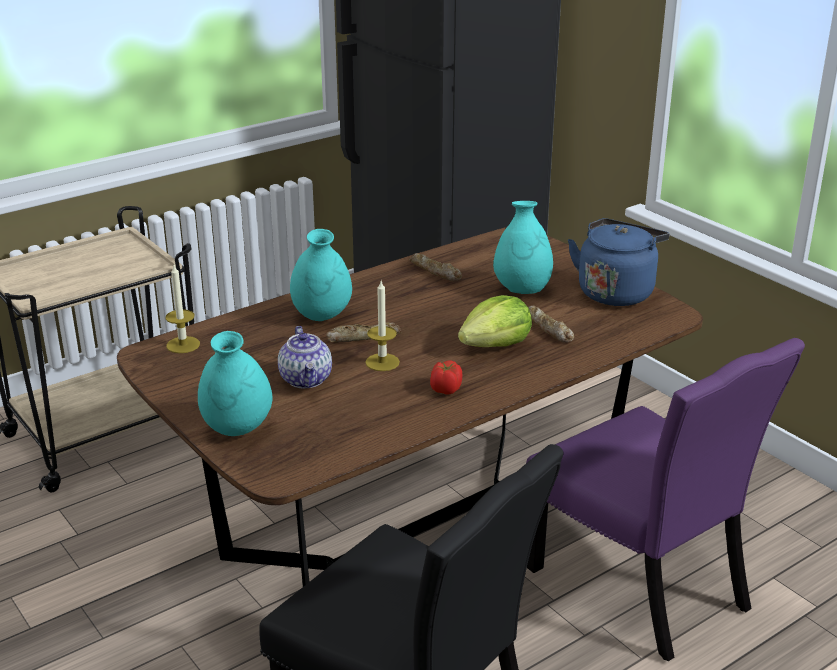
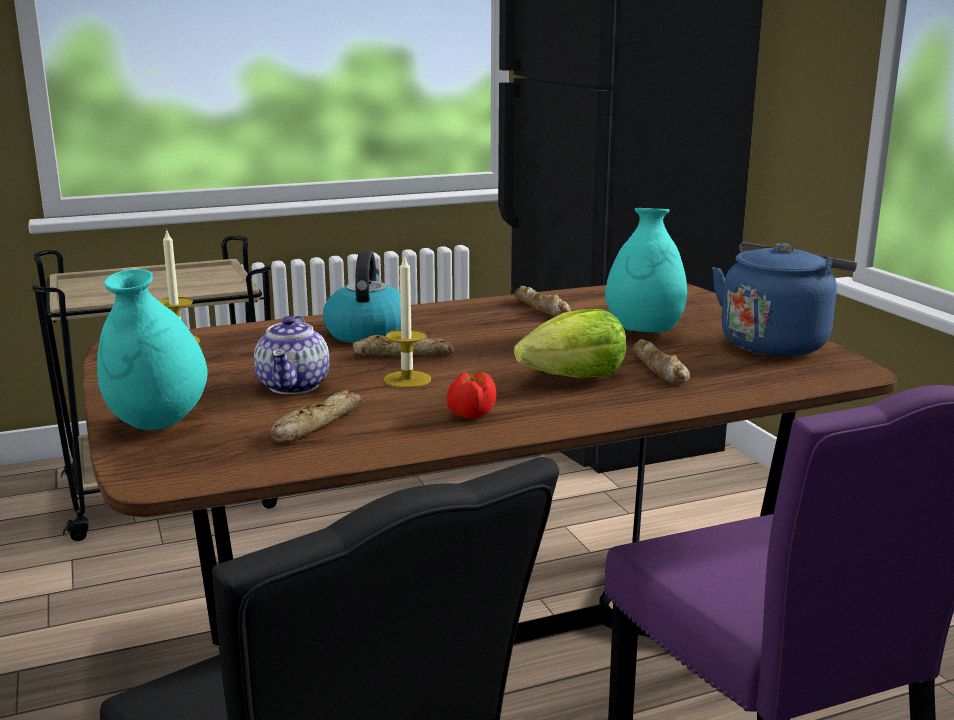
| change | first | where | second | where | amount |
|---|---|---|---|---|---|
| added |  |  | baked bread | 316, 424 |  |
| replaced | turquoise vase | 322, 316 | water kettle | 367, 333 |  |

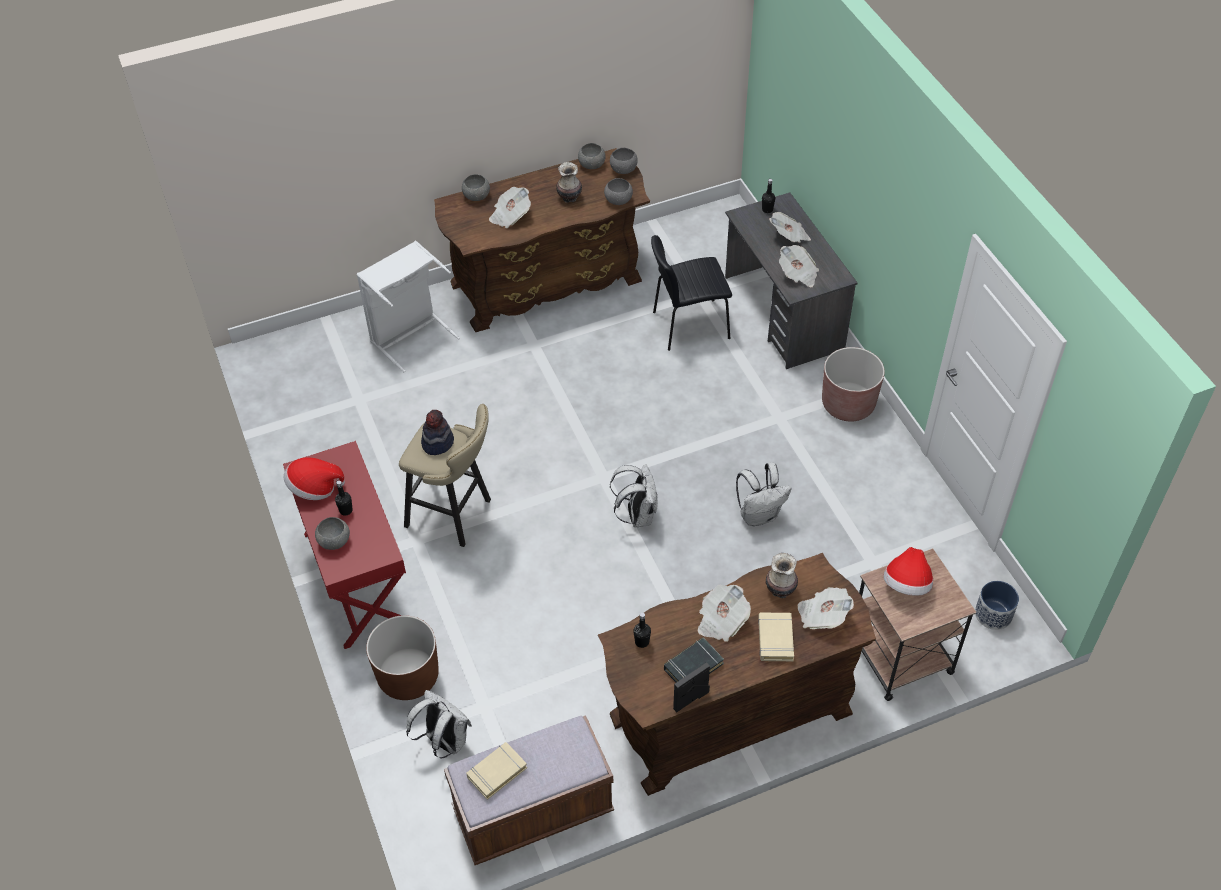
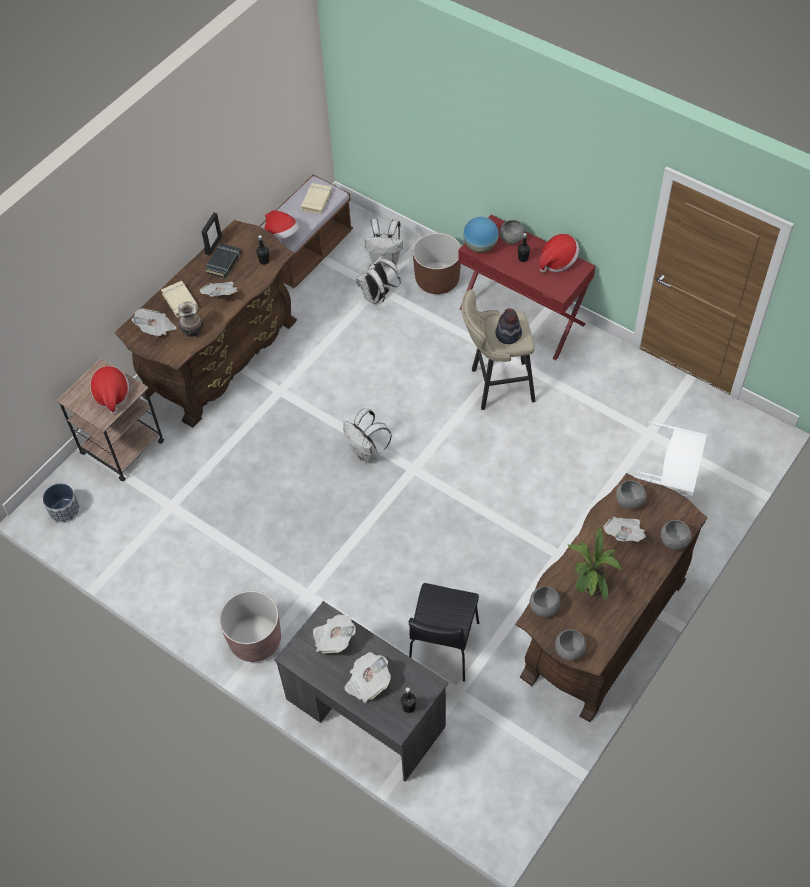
| change | first | where | second | where | amount |
|---|---|---|---|---|---|
| added |  |  | hat | 282, 235 |  |
| moved | white backpack | 759, 515 |  | 378, 297 |  |
| turned | black-coloured upright chair | 688, 326 |  | 443, 648 | 150 degrees clockwise |
| added |  |  | desk globe | 480, 246 |  |
| replaced | vase | 570, 197 | houseplant | 590, 585 |  |
| moved | grey serving bowl | 592, 164 |  | 629, 501 |  |

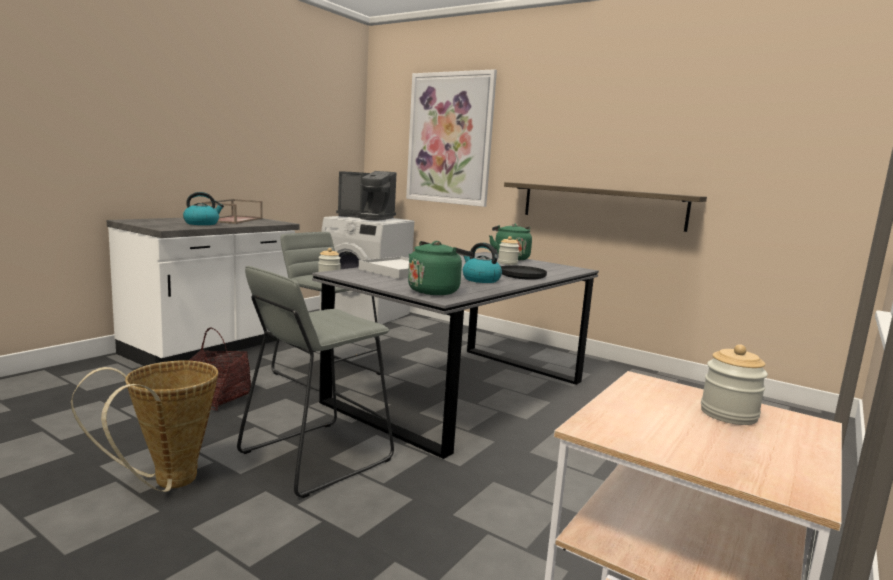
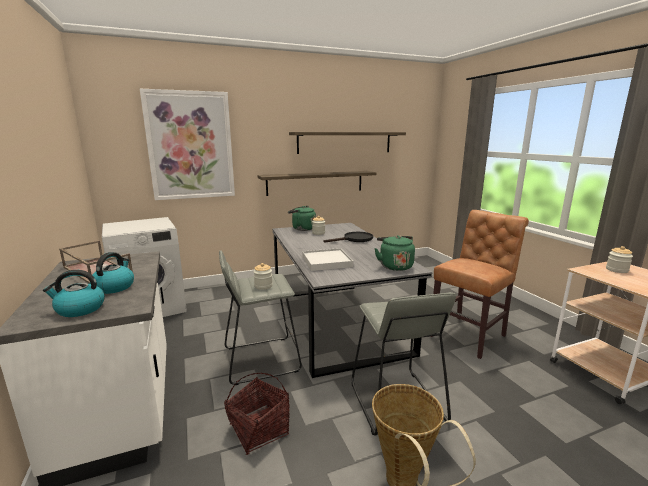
| change | first | where | second | where | amount |
|---|---|---|---|---|---|
| moved | water kettle | 480, 279 |  | 79, 309 |  |
| added |  |  | shelf | 345, 142 |  |
| added |  |  | brown-coloured upright chair | 470, 335 |  |
| removed | coffee machine | 367, 218 |  |  |  |

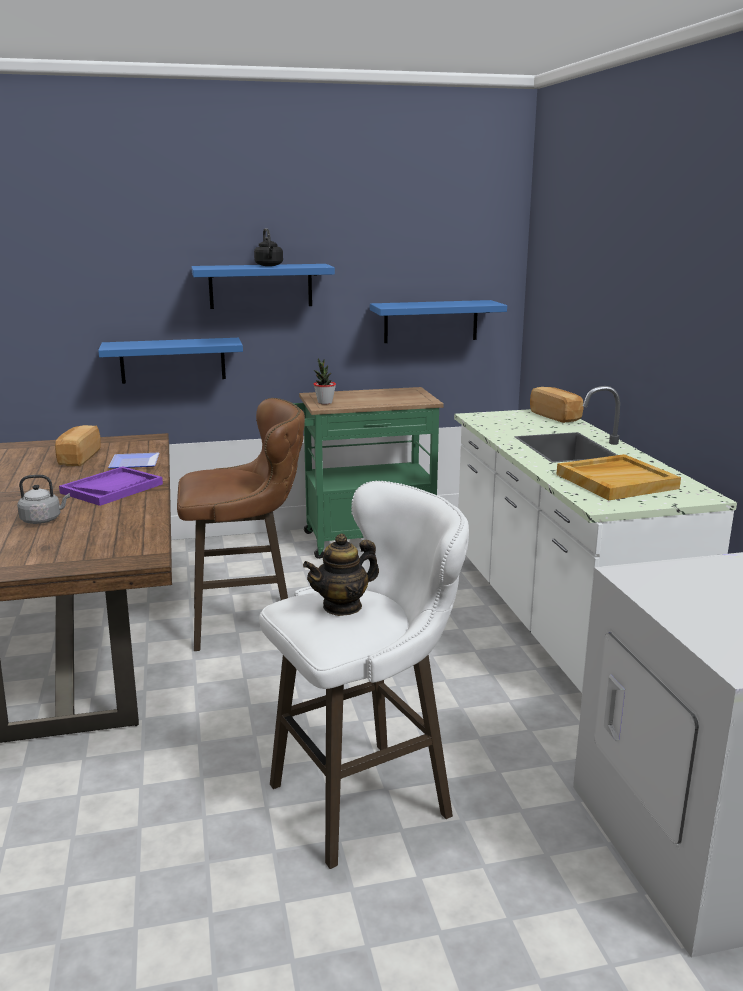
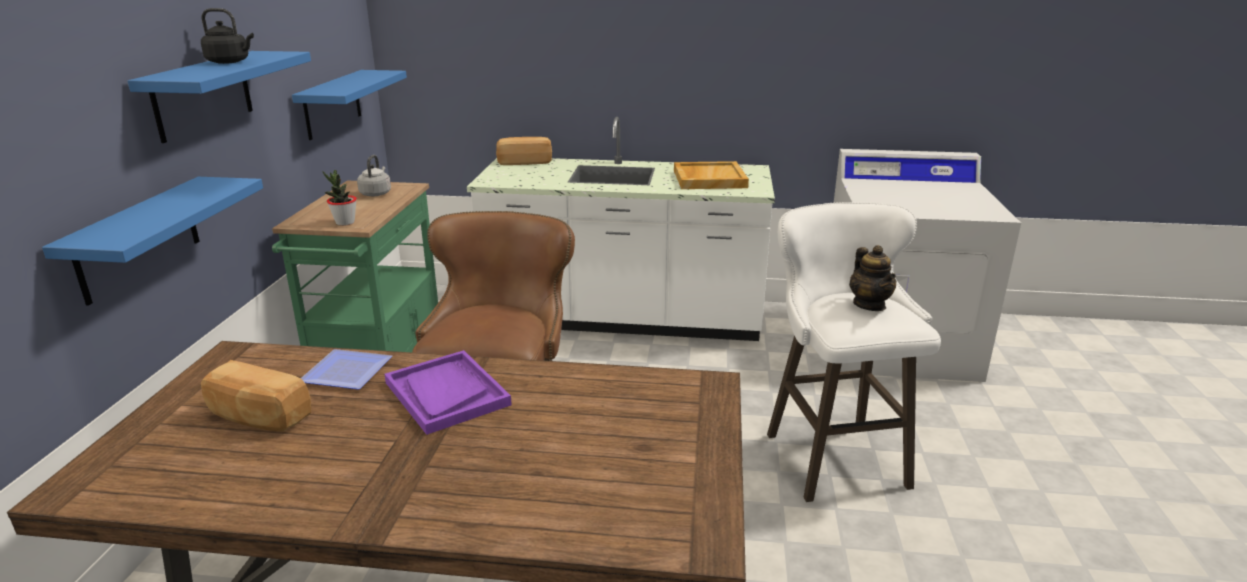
| change | first | where | second | where | amount |
|---|---|---|---|---|---|
| moved | grey water kettle | 43, 520 |  | 376, 193 |  |

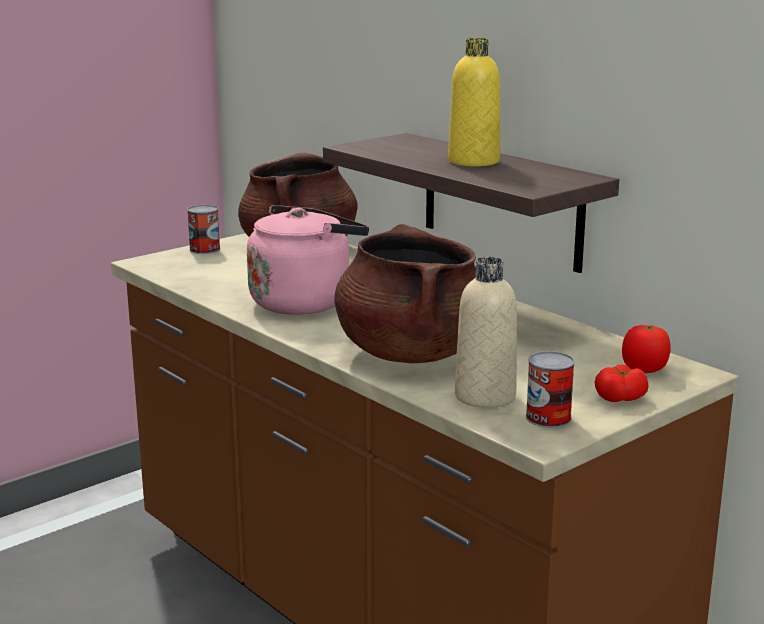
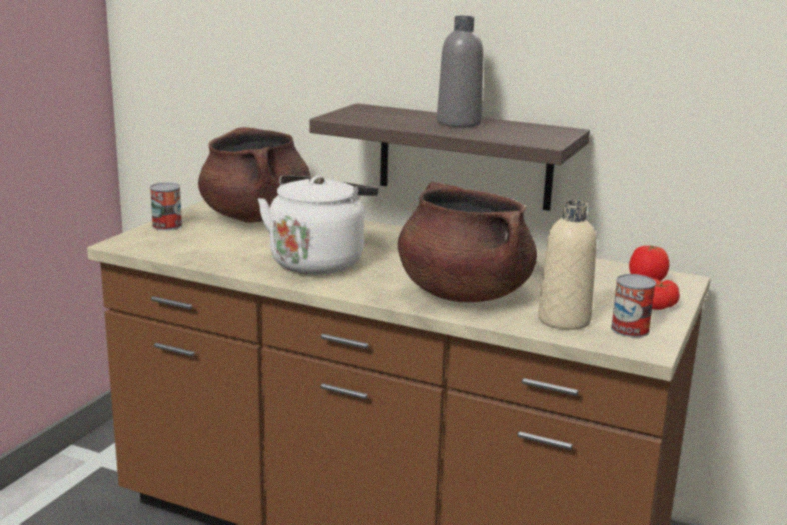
| change | first | where | second | where | amount |
|---|---|---|---|---|---|
| recoloured | pinkish water kettle | 304, 301 | white water kettle | 319, 261 |  |
| recoloured | yellow-coloured drink bottle | 473, 161 | grey drink bottle | 459, 123 |  |

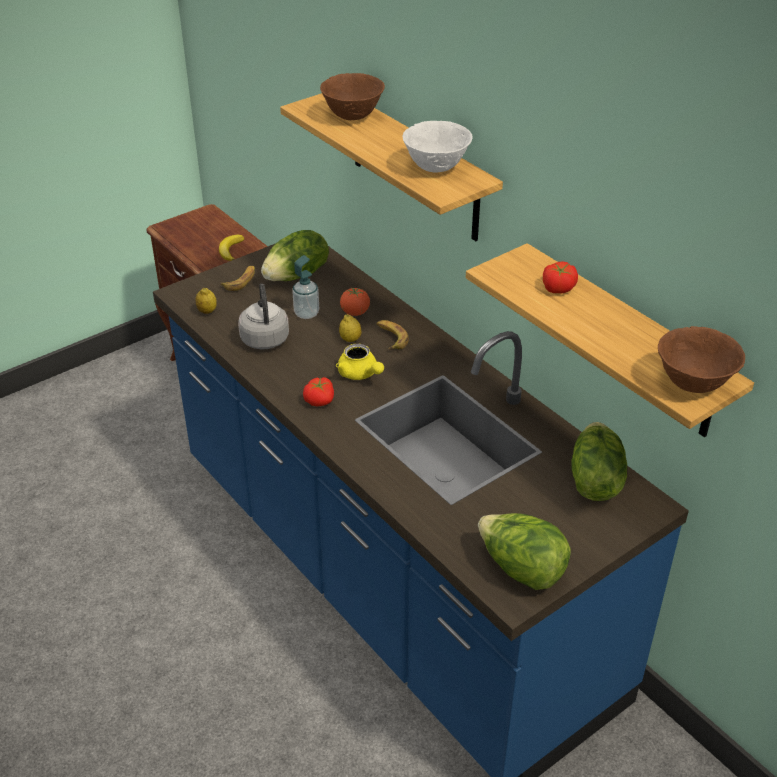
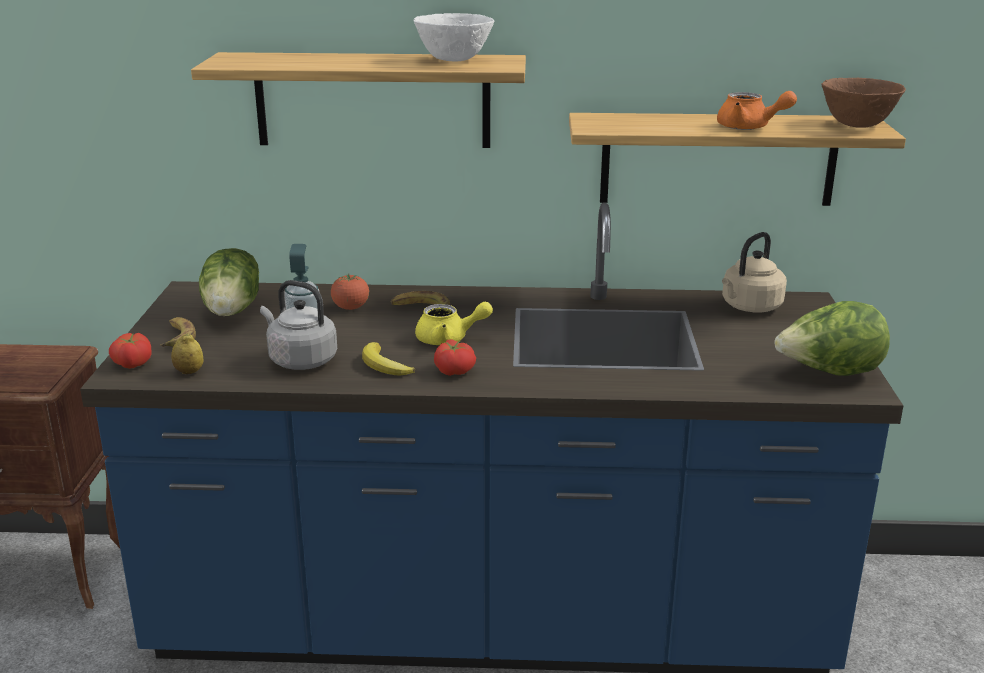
| change | first | where | second | where | amount |
|---|---|---|---|---|---|
| moved | fresh tomato | 557, 288 |  | 132, 363 |  |
| moved | banana | 230, 250 |  | 384, 365 |  |
| added |  |  | orange tea pot | 749, 127 |  |
| replaced | head of lettuce | 593, 480 | beige water kettle | 749, 307 |  |
| removed | brown-coloured serving bowl | 353, 116 |  |  |  |
| removed | lemon | 350, 339 |  |  |  |

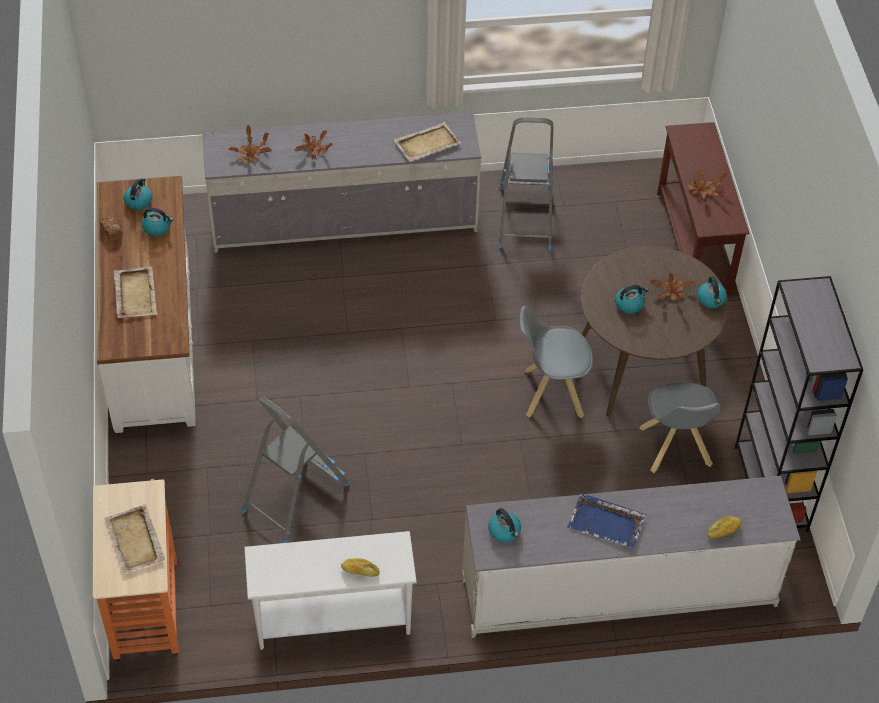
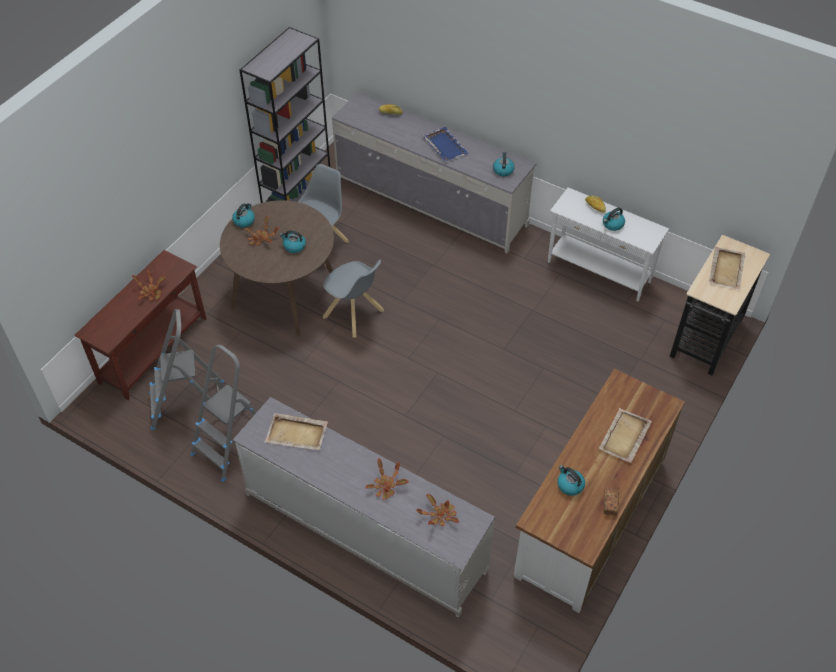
| change | first | where | second | where | amount |
|---|---|---|---|---|---|
| moved | grey step ladder | 296, 497 |  | 186, 405 |  |
| moved | water kettle | 138, 201 |  | 612, 224 |  |
| recoloured | orange trolley | 146, 608 | black-coloured trolley | 705, 340 |  |

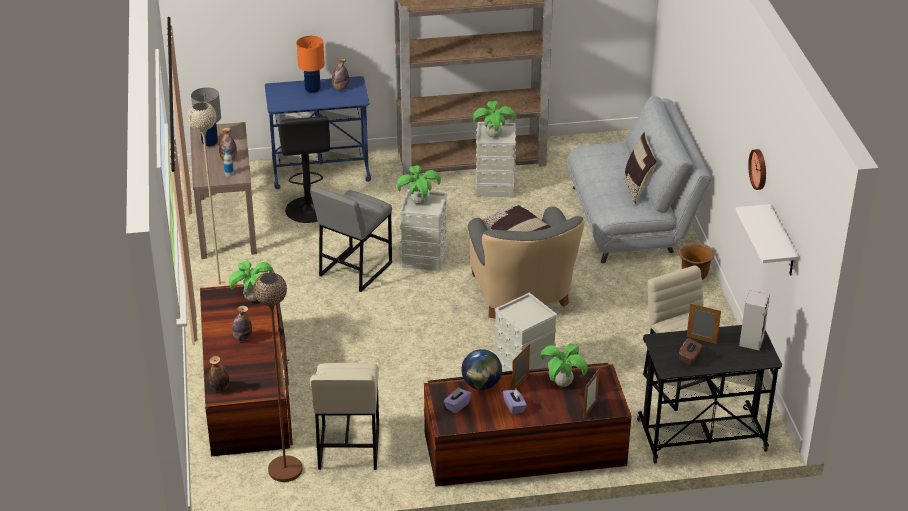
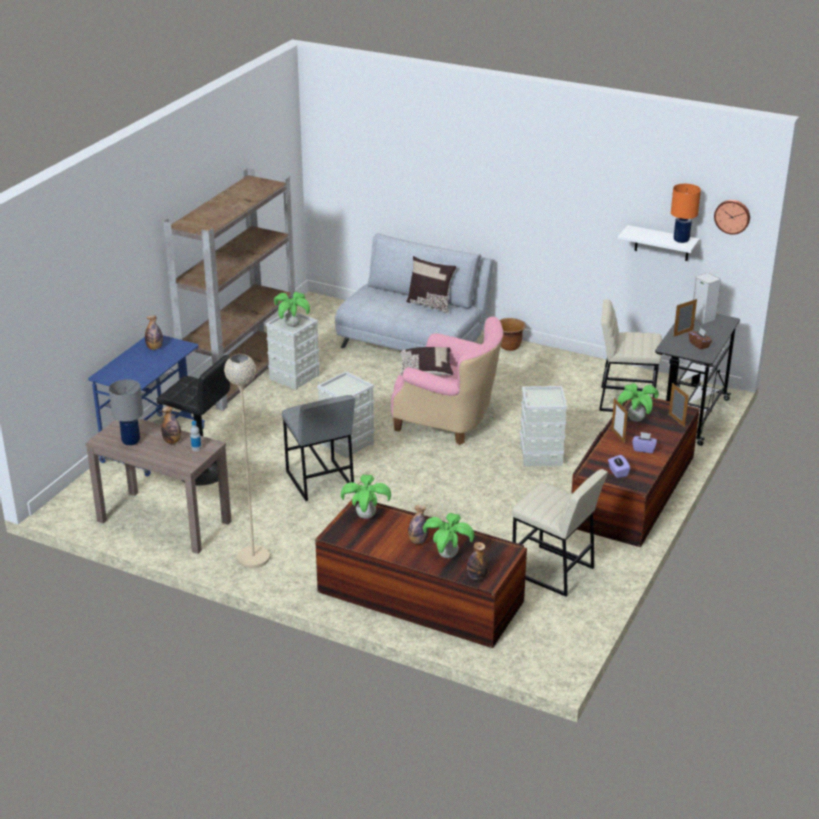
| change | first | where | second | where | amount |
|---|---|---|---|---|---|
| recoloured | grey armchair | 521, 294 | pinkish armchair | 448, 420 |  |
| moved | houseplant | 418, 202 |  | 447, 556 |  |
| moved | orange lamp for a table | 312, 90 |  | 681, 241 |  |
| moved | hanging clock | 759, 169 |  | 732, 216 |  |
| removed | brown-coloured standing lamp | 285, 470 |  |  |  |
| removed | desk globe | 481, 385 |  |  |  |

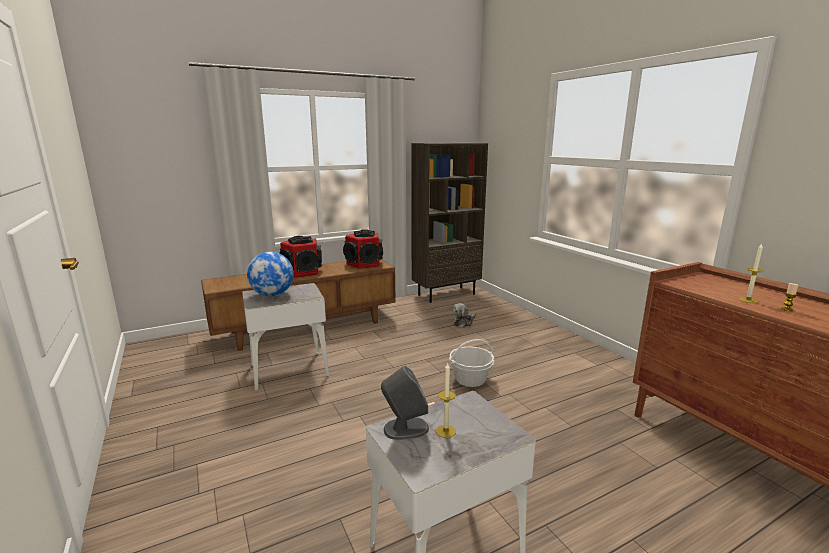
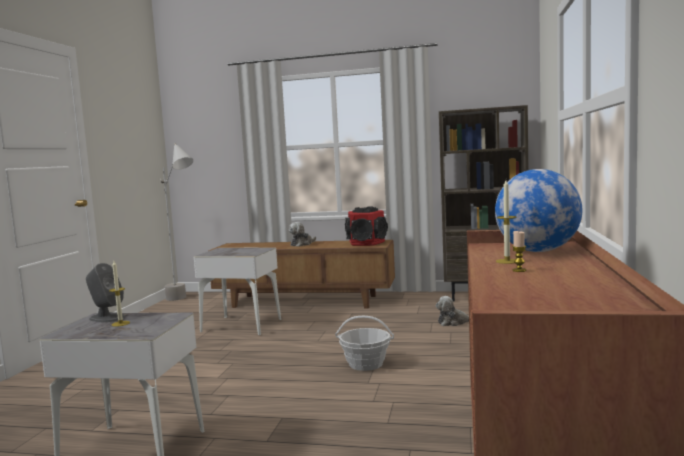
| change | first | where | second | where | amount |
|---|---|---|---|---|---|
| added |  |  | grey standing lamp | 185, 300 |  |
| replaced | loudspeaker | 303, 272 | cuddly toy | 302, 244 |  |
| moved | desk globe | 272, 295 |  | 538, 251 |  |

